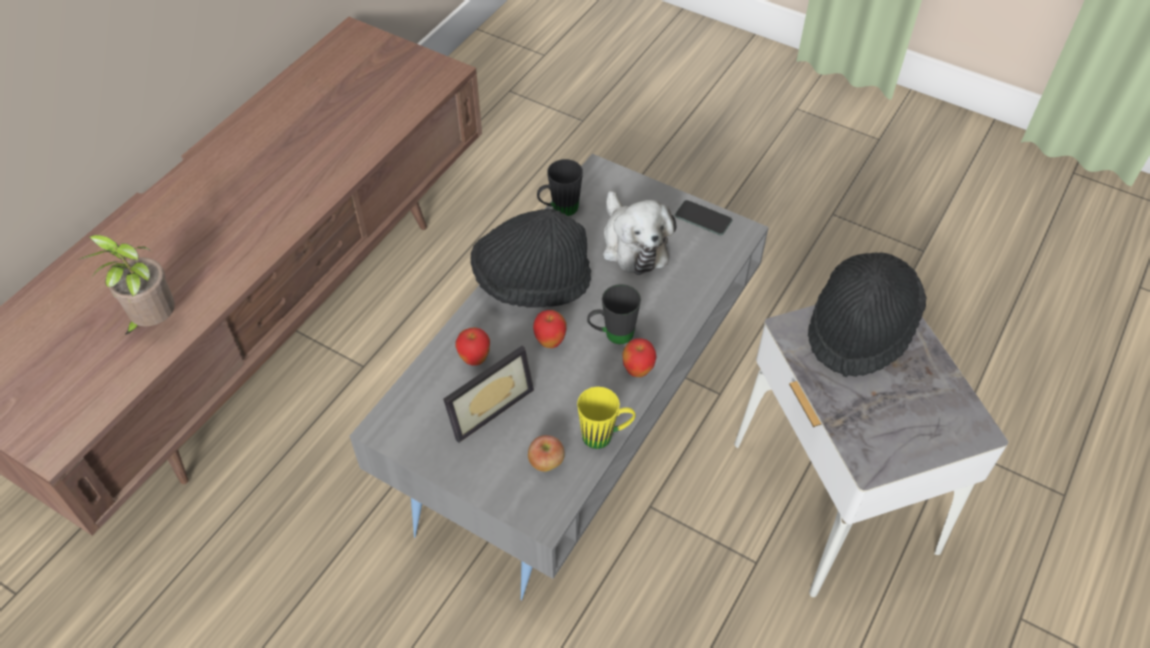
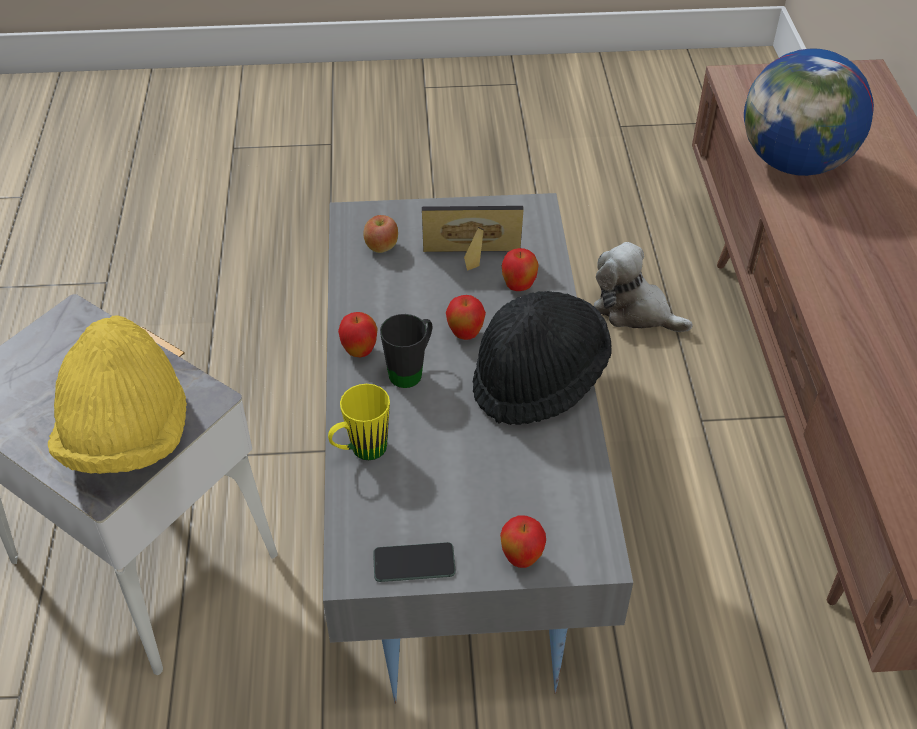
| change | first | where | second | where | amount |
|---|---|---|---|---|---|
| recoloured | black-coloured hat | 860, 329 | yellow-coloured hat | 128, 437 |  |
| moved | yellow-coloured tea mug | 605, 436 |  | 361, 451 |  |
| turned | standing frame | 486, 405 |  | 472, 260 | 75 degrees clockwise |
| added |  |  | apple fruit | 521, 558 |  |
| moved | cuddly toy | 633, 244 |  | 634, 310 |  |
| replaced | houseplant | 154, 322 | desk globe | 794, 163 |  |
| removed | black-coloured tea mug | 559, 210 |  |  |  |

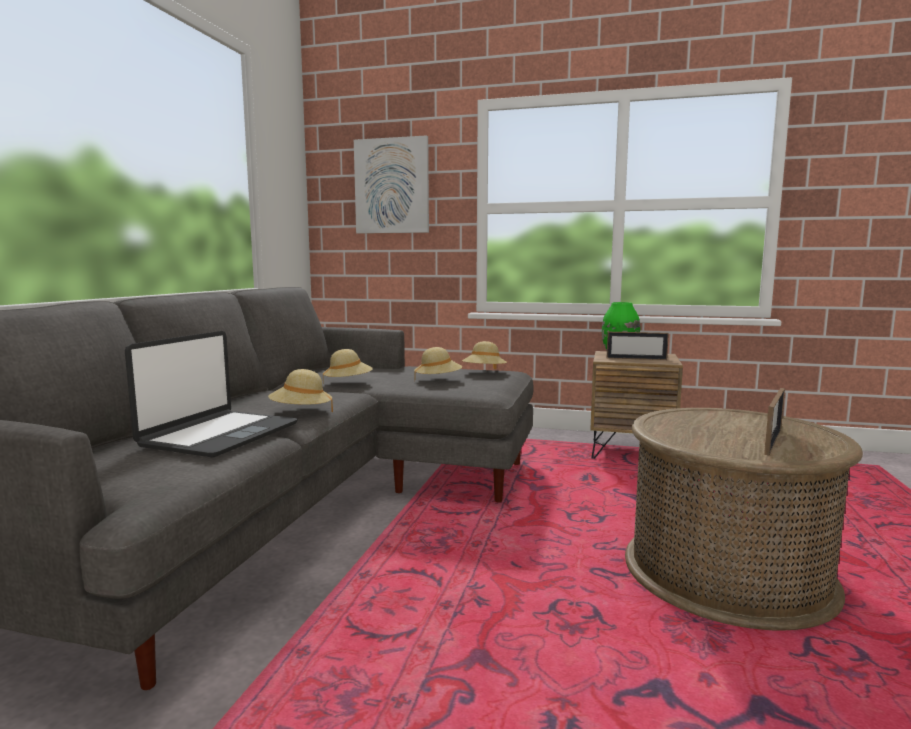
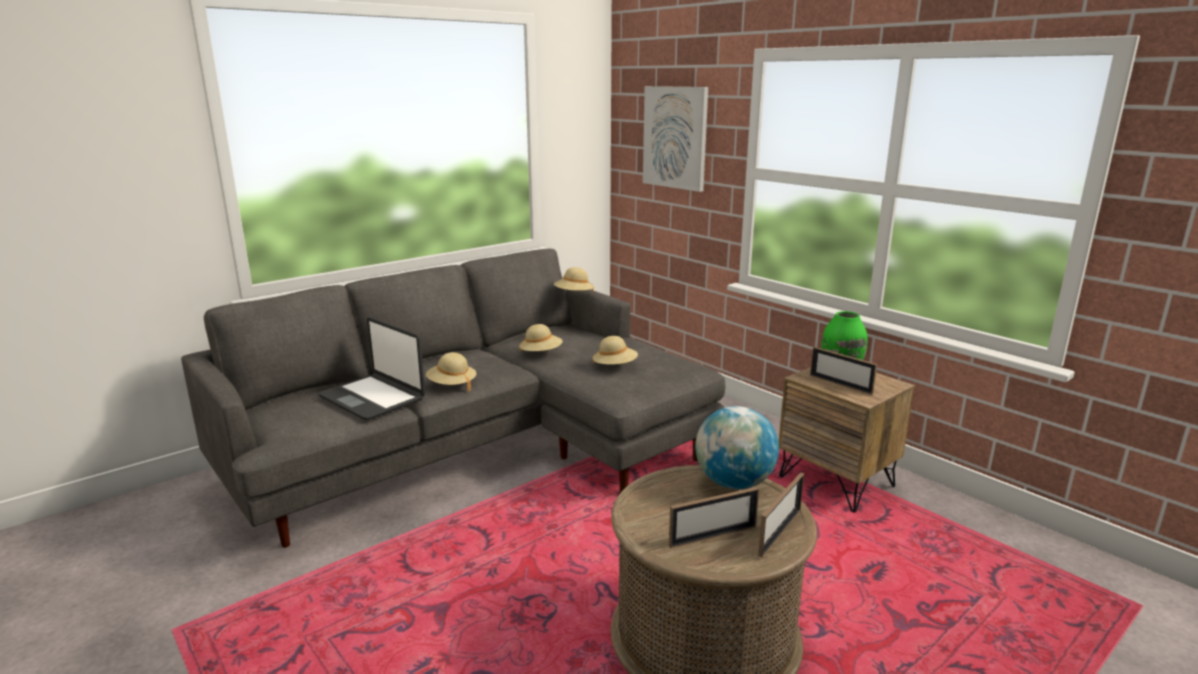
| change | first | where | second | where | amount |
|---|---|---|---|---|---|
| turned | laptop | 219, 435 |  | 373, 398 | 75 degrees clockwise |
| moved | beige hat | 484, 372 |  | 574, 295 |  |
| added |  |  | desk globe | 734, 483 |  |
| added |  |  | standing frame | 780, 532 |  |

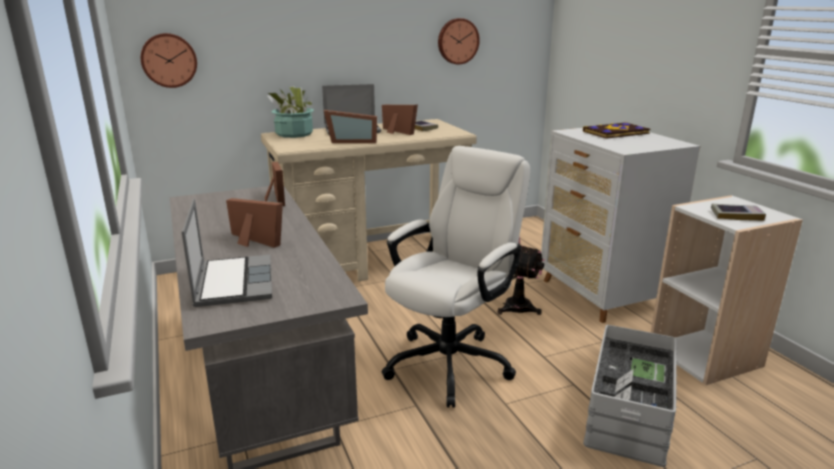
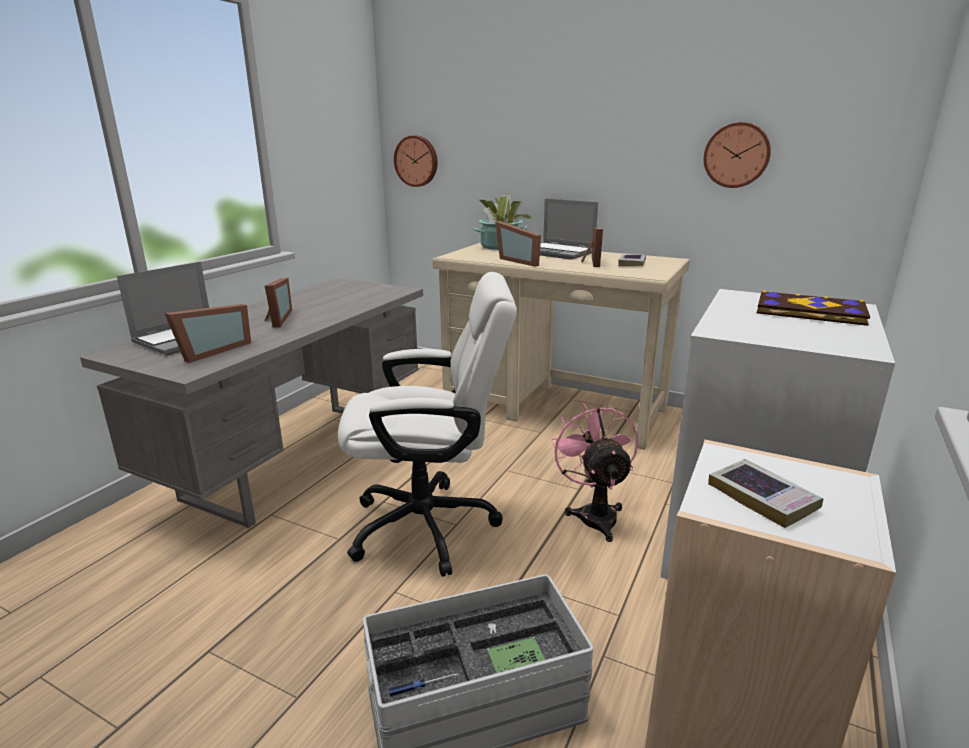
| change | first | where | second | where | amount |
|---|---|---|---|---|---|
| moved | standing frame | 274, 199 |  | 211, 351 |  |

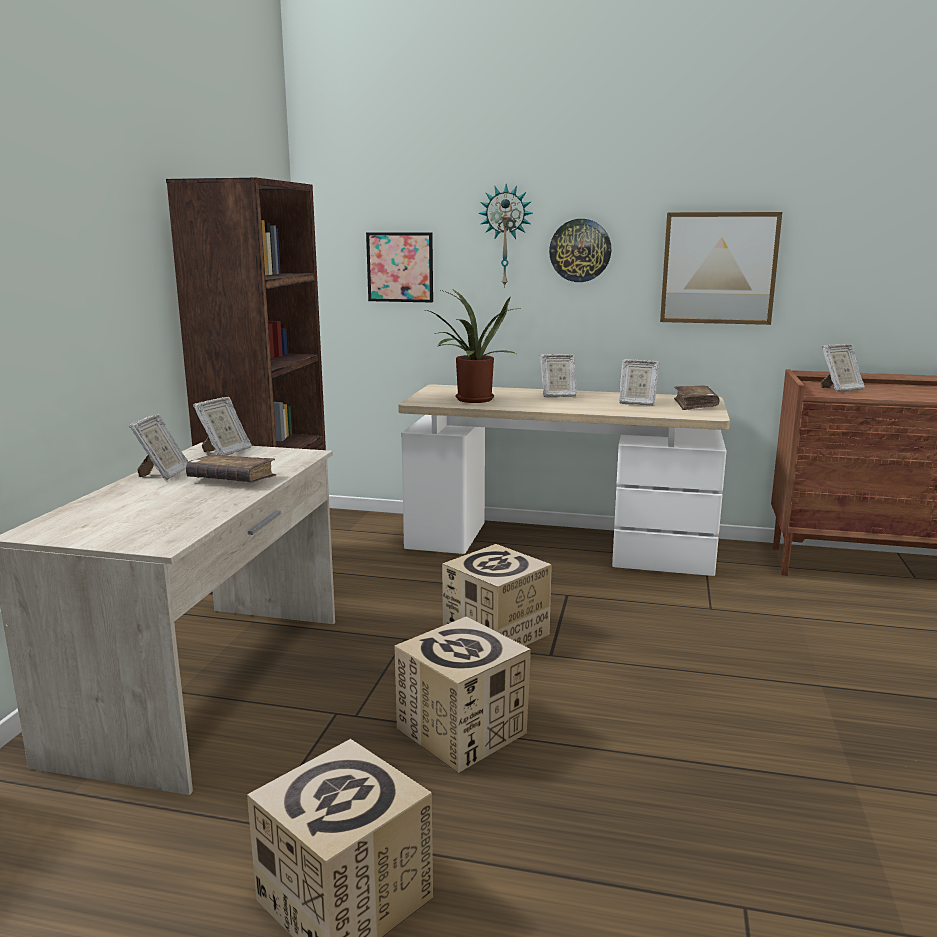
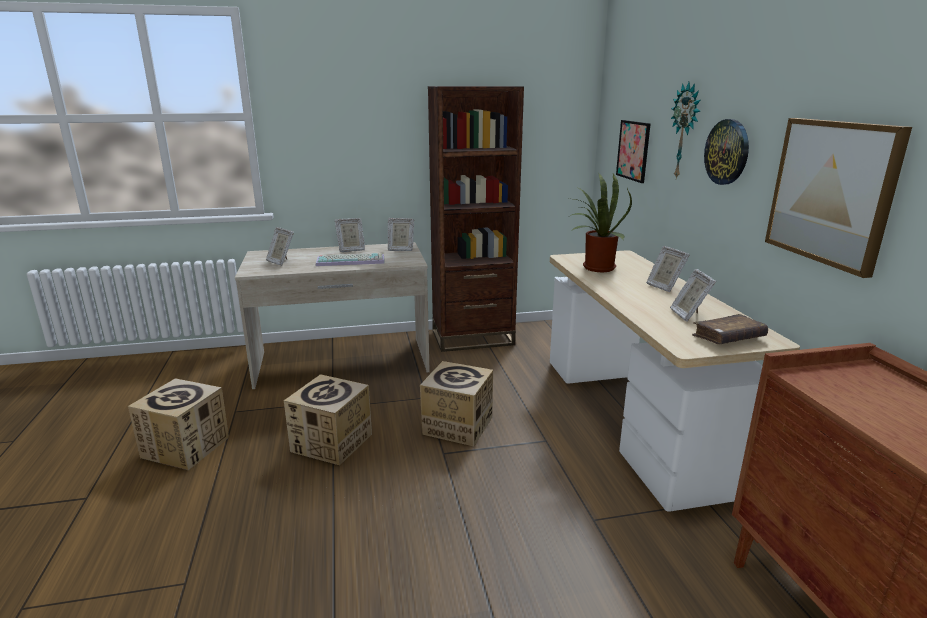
| change | first | where | second | where | amount |
|---|---|---|---|---|---|
| moved | standing frame | 840, 389 |  | 281, 262 |  |
| replaced | brown-coloured volume | 231, 479 | keyboard | 351, 261 |  |

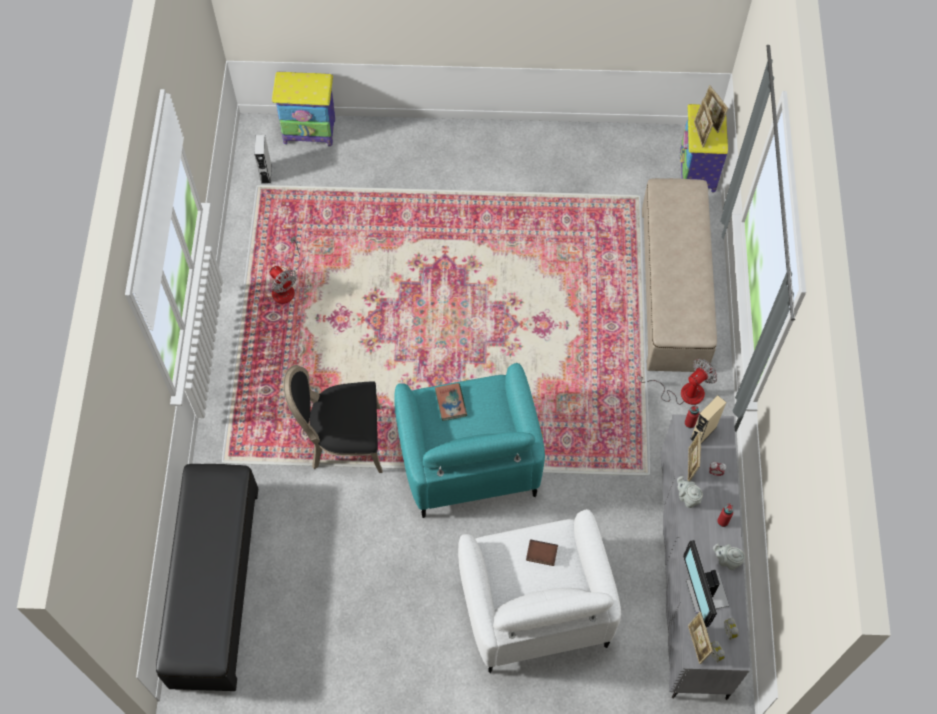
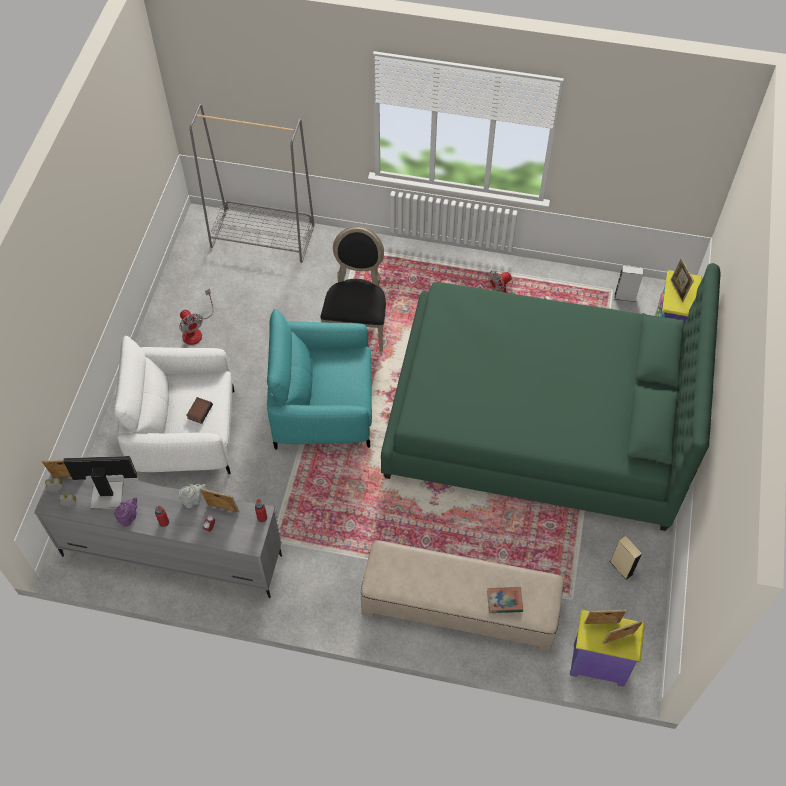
| change | first | where | second | where | amount |
|---|---|---|---|---|---|
| recoloured | grey tea pot | 727, 561 | purplish tea pot | 129, 517 |  |
| moved | electric fan | 683, 392 |  | 195, 330 |  |
| replaced | black-coloured indoor bench | 214, 584 | grey garment stand | 263, 237 |  |
| added |  |  | green bed | 537, 421 |  |
| moved | volume | 451, 403 |  | 504, 601 |  |
| moved | beige loudspeaker | 703, 433 |  | 621, 568 |  |
| added |  |  | standing frame | 678, 290 |  |

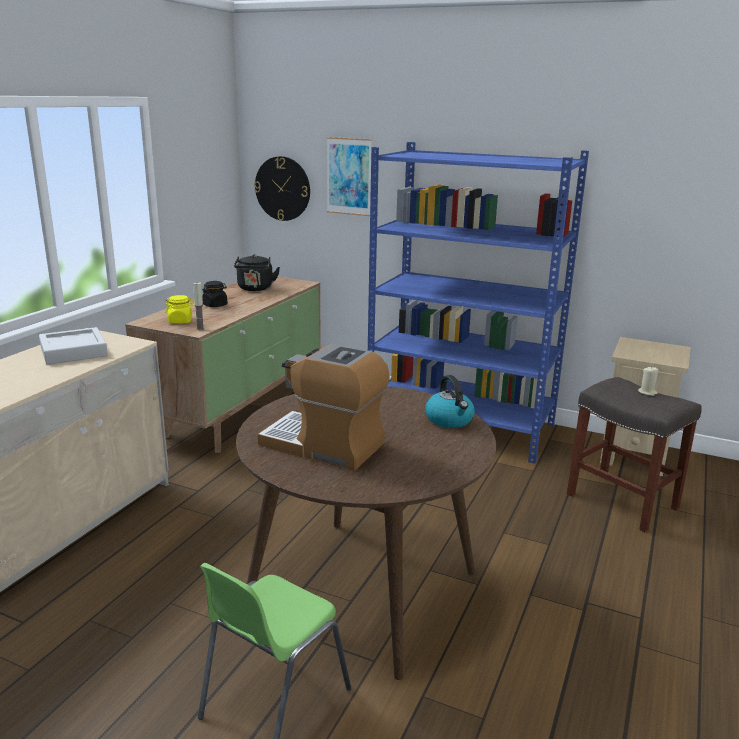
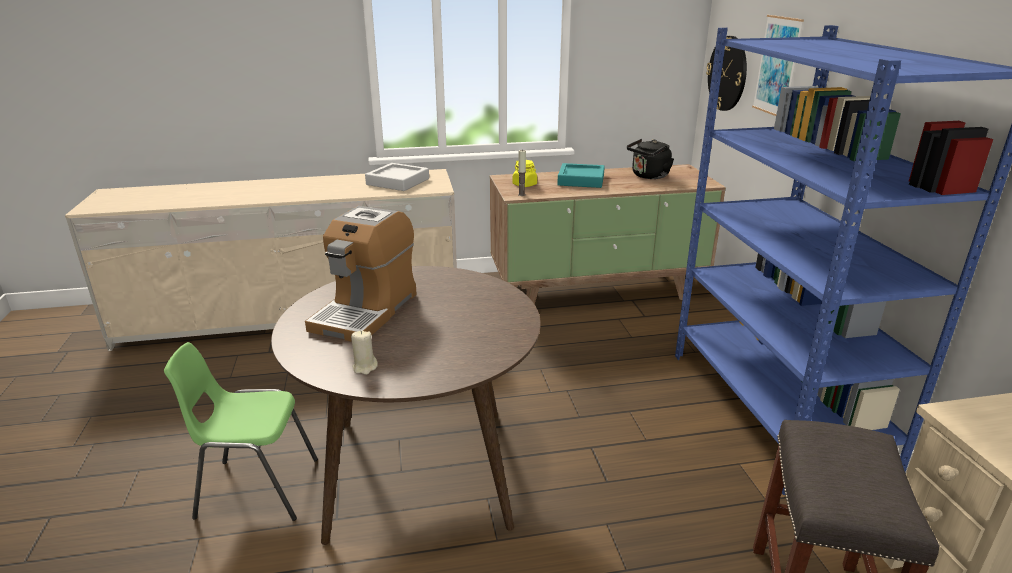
| change | first | where | second | where | amount |
|---|---|---|---|---|---|
| turned | coffee machine | 324, 445 |  | 366, 311 | 150 degrees counterclockwise |
| moved | beige wax light | 647, 392 |  | 365, 367 |  |
| replaced | black-coloured jar | 215, 305 | turquoise carrying tray | 581, 180 |  |
| removed | water kettle | 449, 420 |  |  |  |

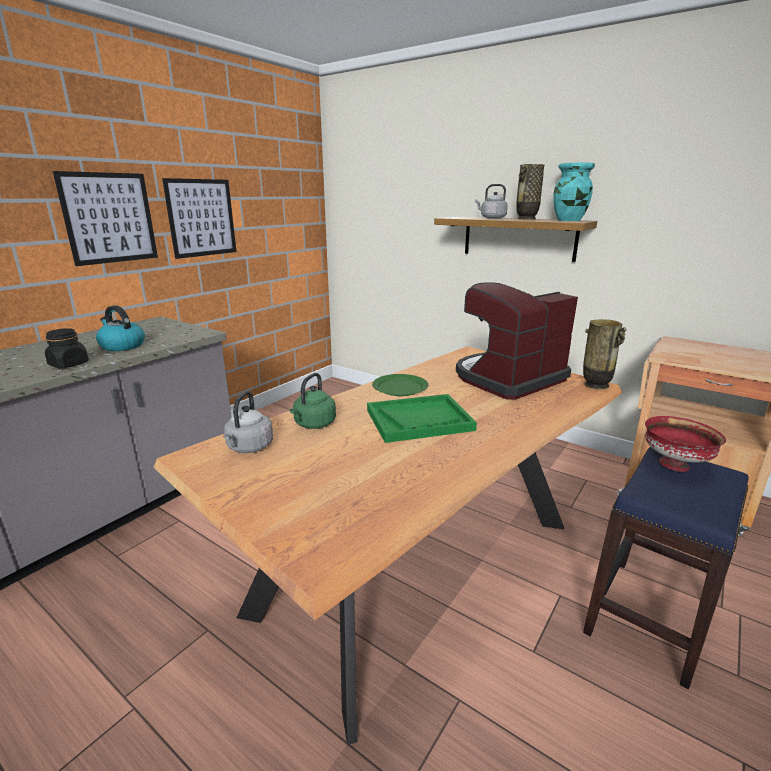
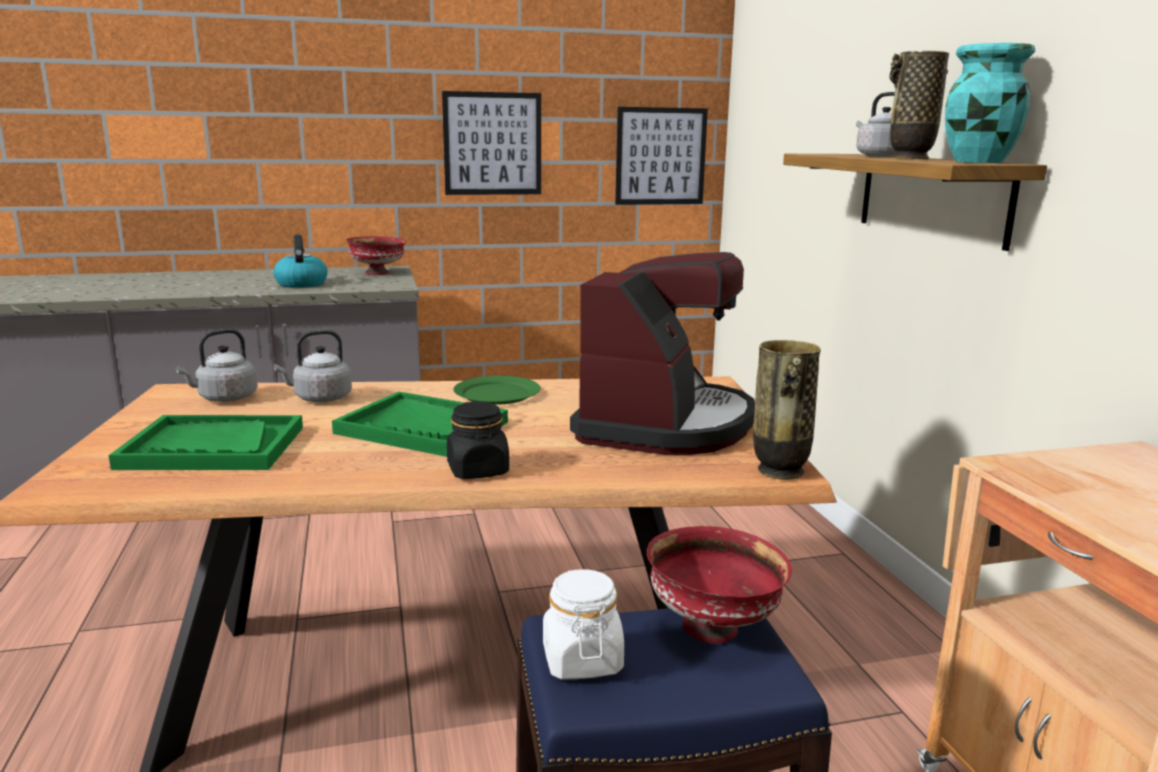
| change | first | where | second | where | amount |
|---|---|---|---|---|---|
| added |  |  | green carrying tray | 212, 447 |  |
| recoloured | green water kettle | 313, 424 | grey water kettle | 320, 398 |  |
| added |  |  | reddish serving bowl | 378, 273 |  |
| moved | black-coloured jar | 69, 364 |  | 478, 470 |  |
| added |  |  | white jar | 581, 660 |  |
| turned | coffee machine | 508, 378 |  | 664, 424 | 105 degrees clockwise |
| moved | wall picture | 109, 218 |  | 660, 156 |  |

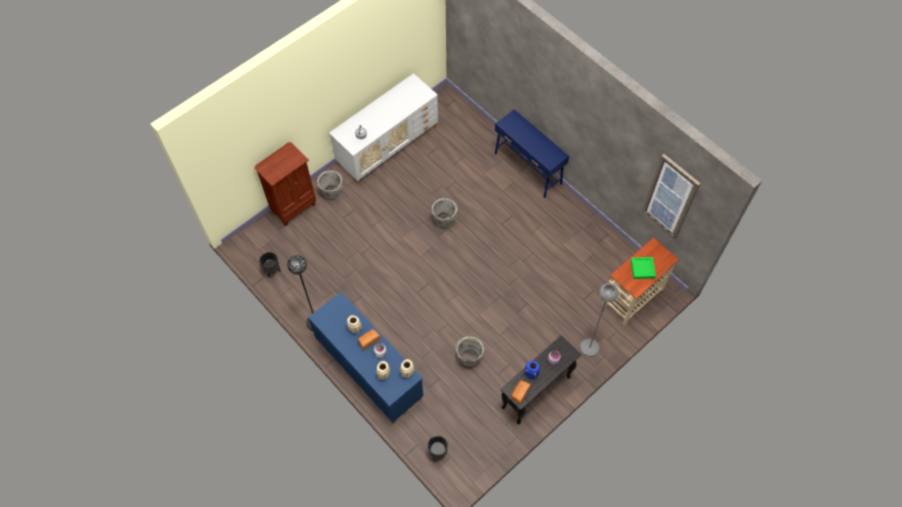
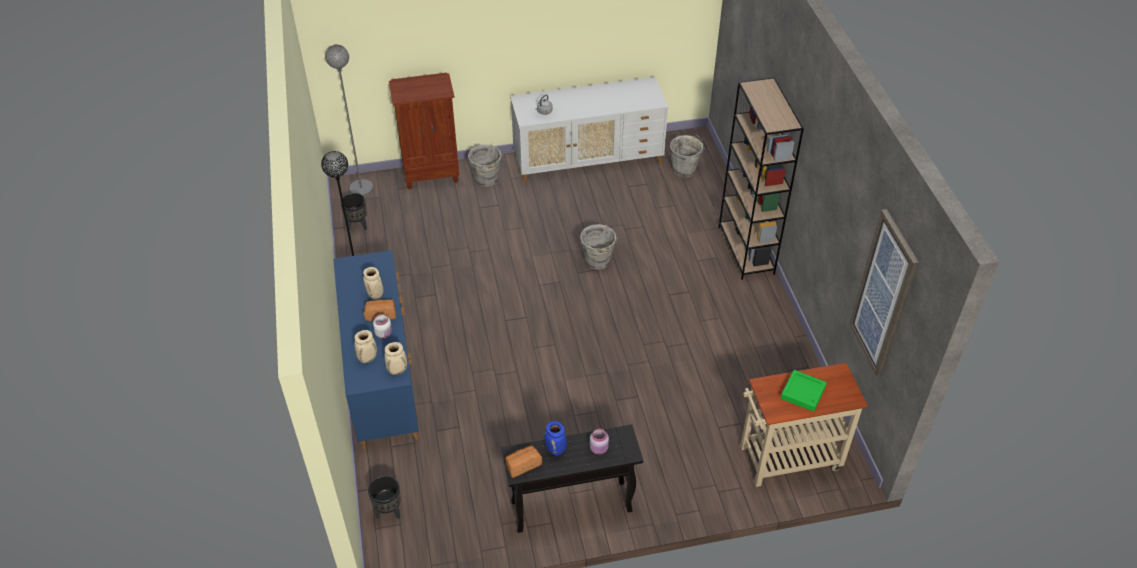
| change | first | where | second | where | amount |
|---|---|---|---|---|---|
| moved | grey standing lamp | 589, 347 |  | 361, 189 |  |
| moved | grey bucket | 469, 358 |  | 684, 169 |  |
| replaced | blue-coloured narrow table | 527, 169 | beige bookcase | 746, 250 |  |

